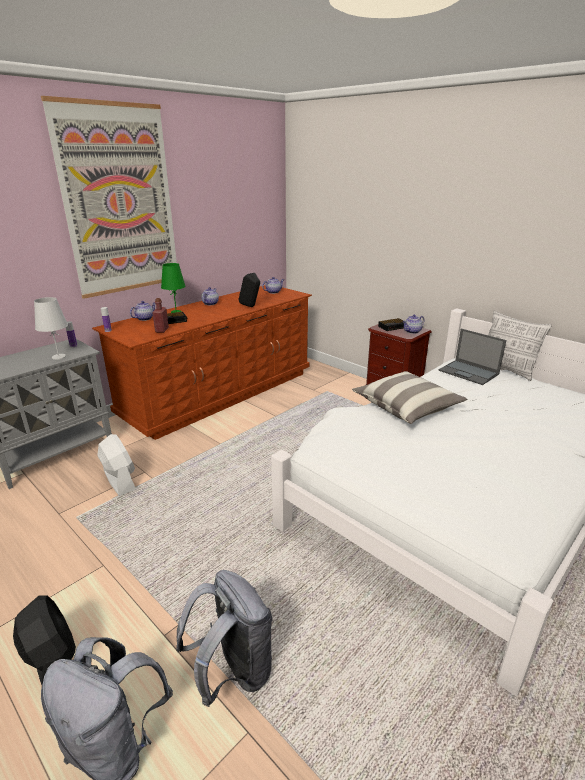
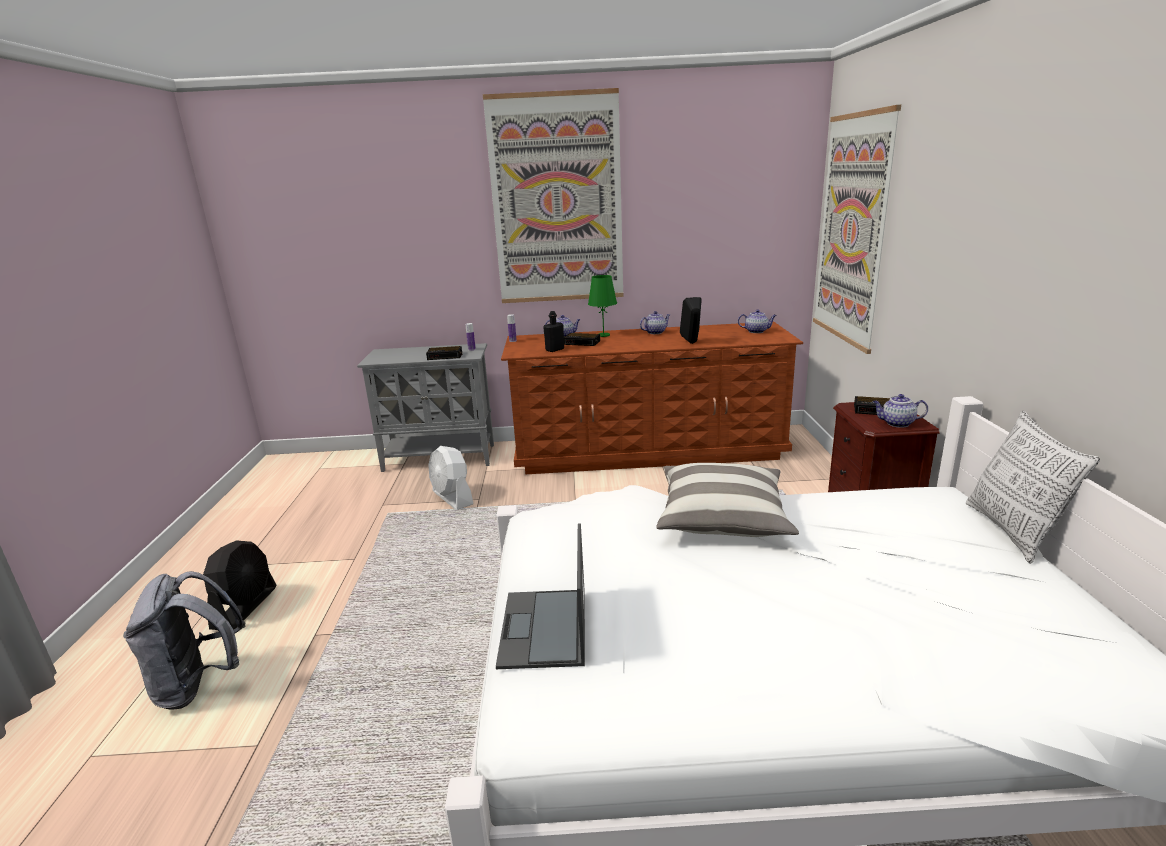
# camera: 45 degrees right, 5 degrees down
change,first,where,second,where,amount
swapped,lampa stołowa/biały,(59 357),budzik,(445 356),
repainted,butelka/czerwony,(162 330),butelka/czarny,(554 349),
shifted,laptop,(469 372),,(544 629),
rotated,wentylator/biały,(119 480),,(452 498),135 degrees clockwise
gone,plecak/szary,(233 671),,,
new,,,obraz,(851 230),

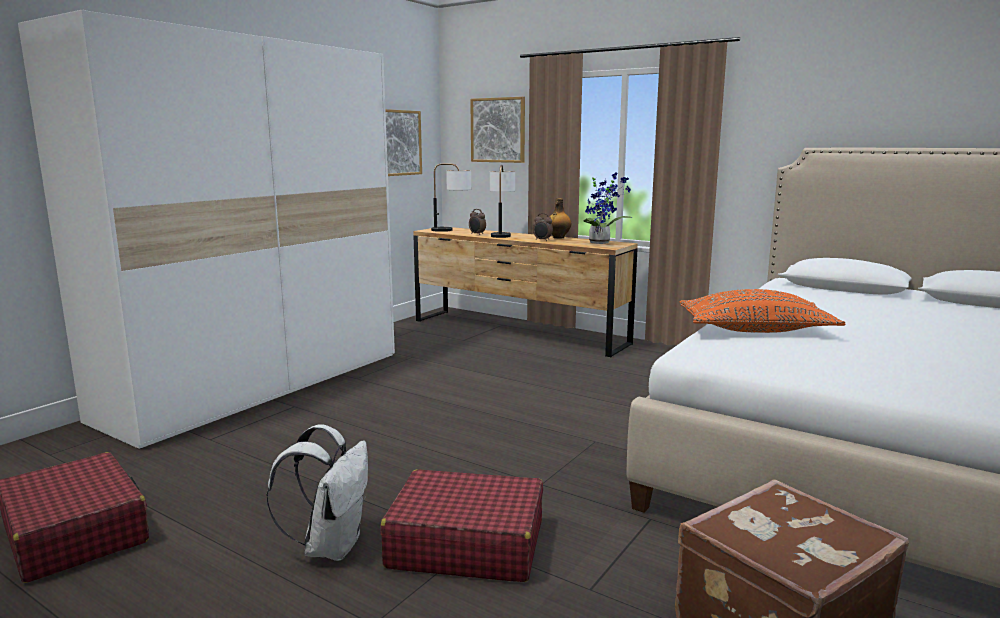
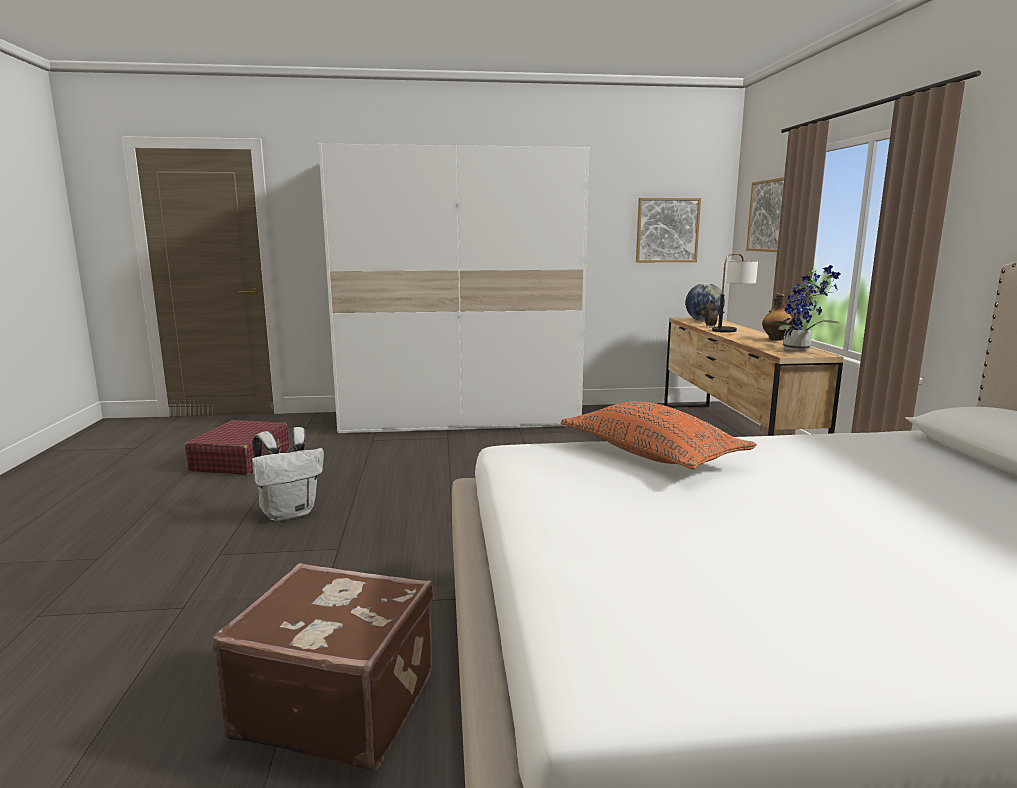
# camera: 50 degrees right, 0 degrees up
change,first,where,second,where,amount
swapped,lampa stołowa,(452 230),globus,(703 321),
gone,budzik,(542 240),,,
gone,walizka/czerwony,(466 544),,,

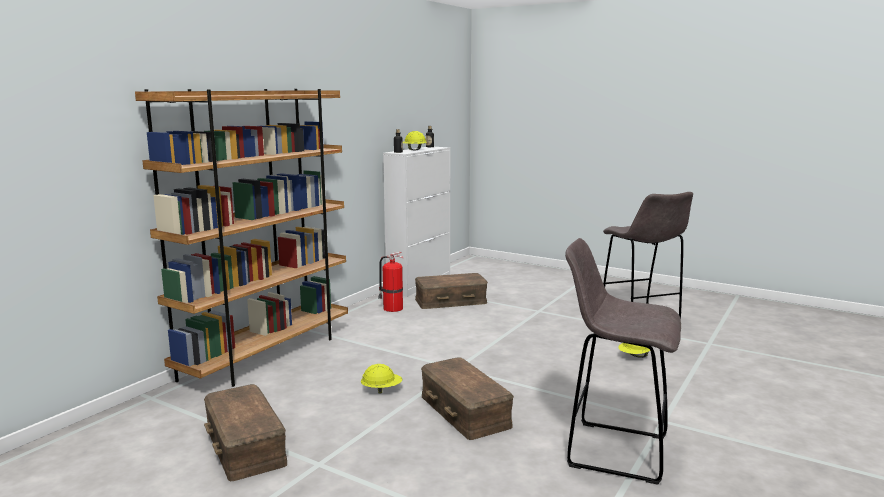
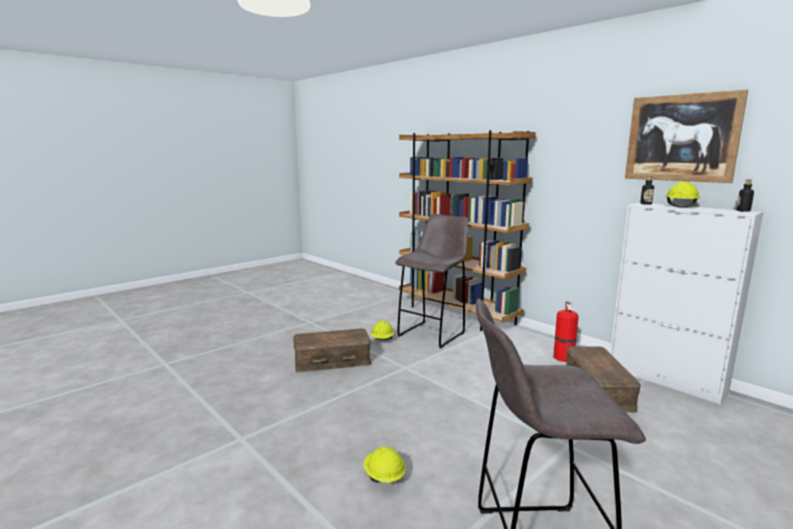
# camera: 105 degrees right, 0 degrees up
change,first,where,second,where,amount
shifted,stołek/szary,(613 450),,(432 334),
gone,pojemnik do przechowywania/brązowy,(244 446),,,
new,,,obraz,(681 138),

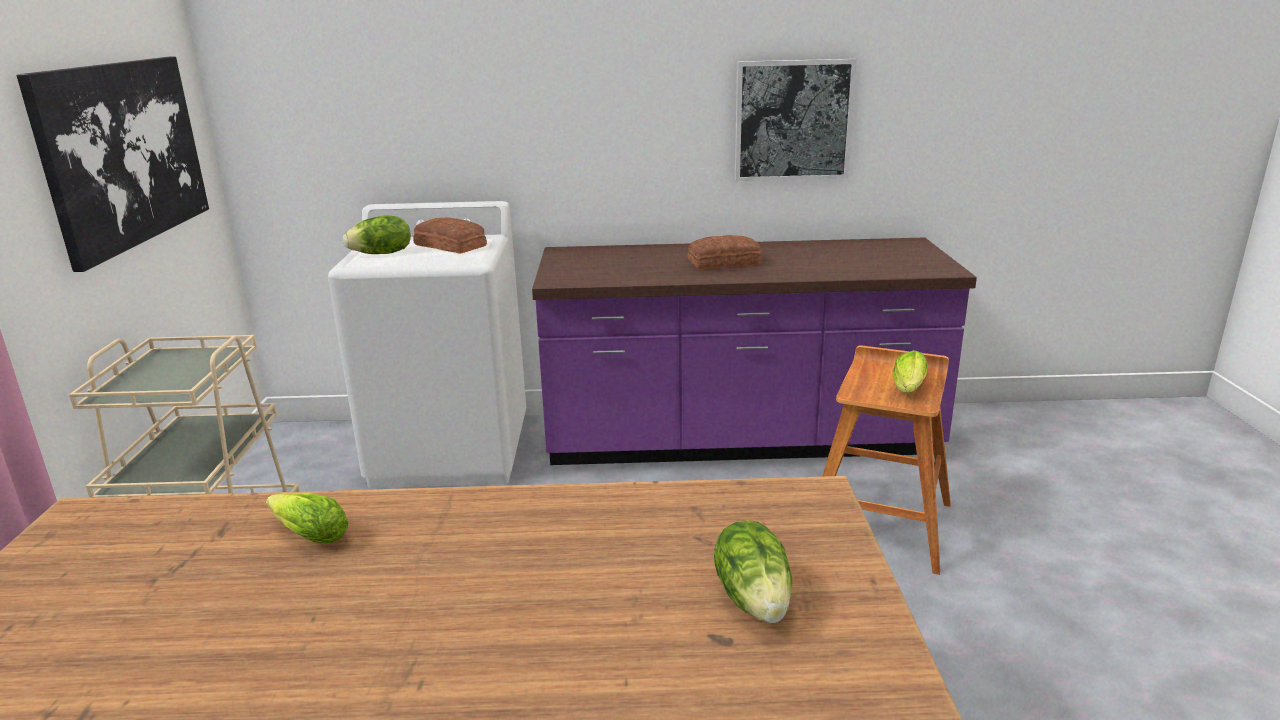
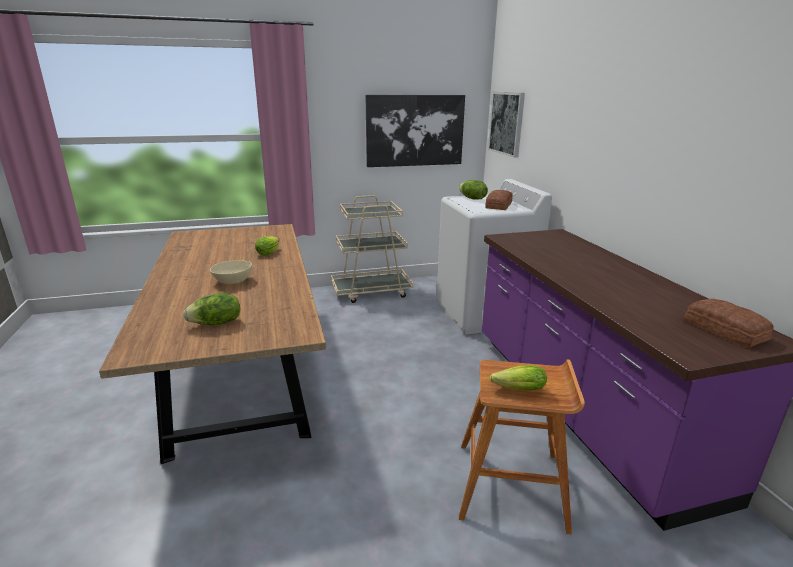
# camera: 75 degrees right, 0 degrees up
change,first,where,second,where,amount
shifted,obraz,(793 120),,(507 123),
shifted,chleb,(725 263),,(725 330),
new,,,miska/beżowy,(232 281),

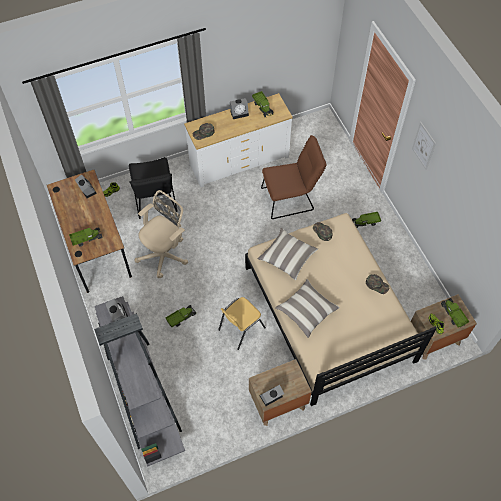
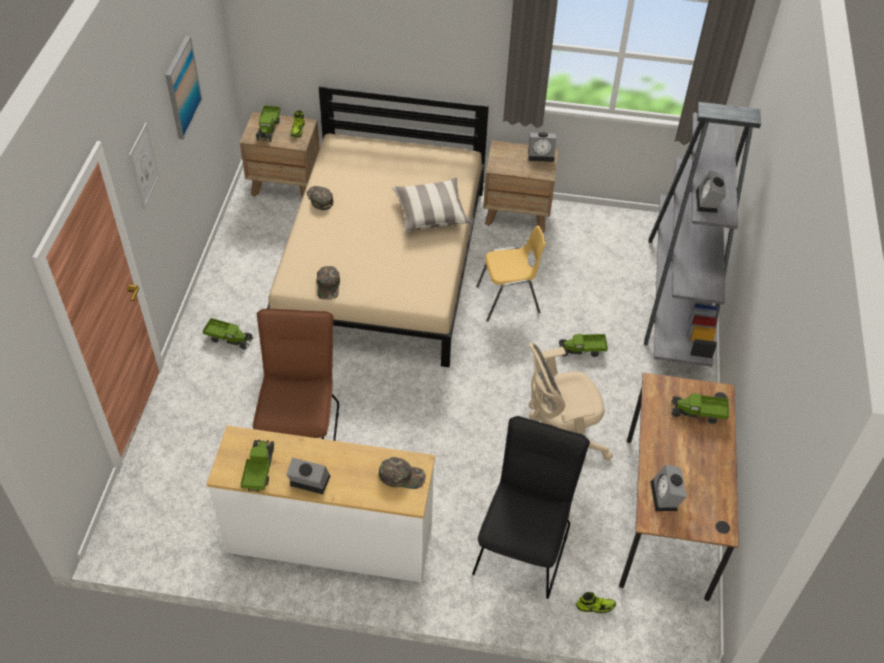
# camera: 150 degrees left, 10 degrees down
change,first,where,second,where,amount
rotated,krzesło/brązowy,(291 198),,(301 428),75 degrees clockwise
gone,poduszka,(287 257),,,
new,,,obraz,(182 87),

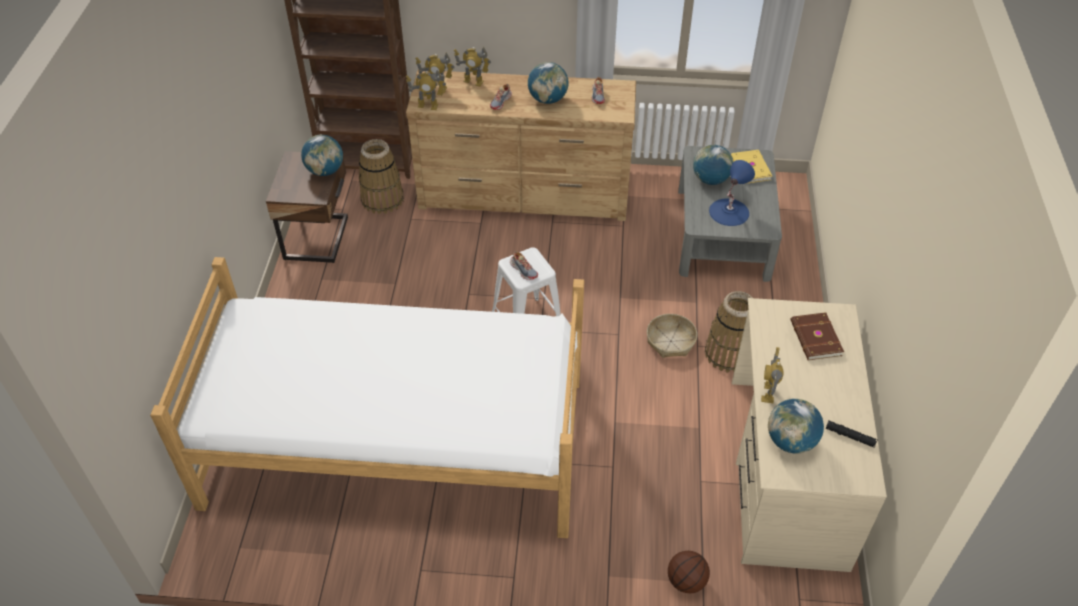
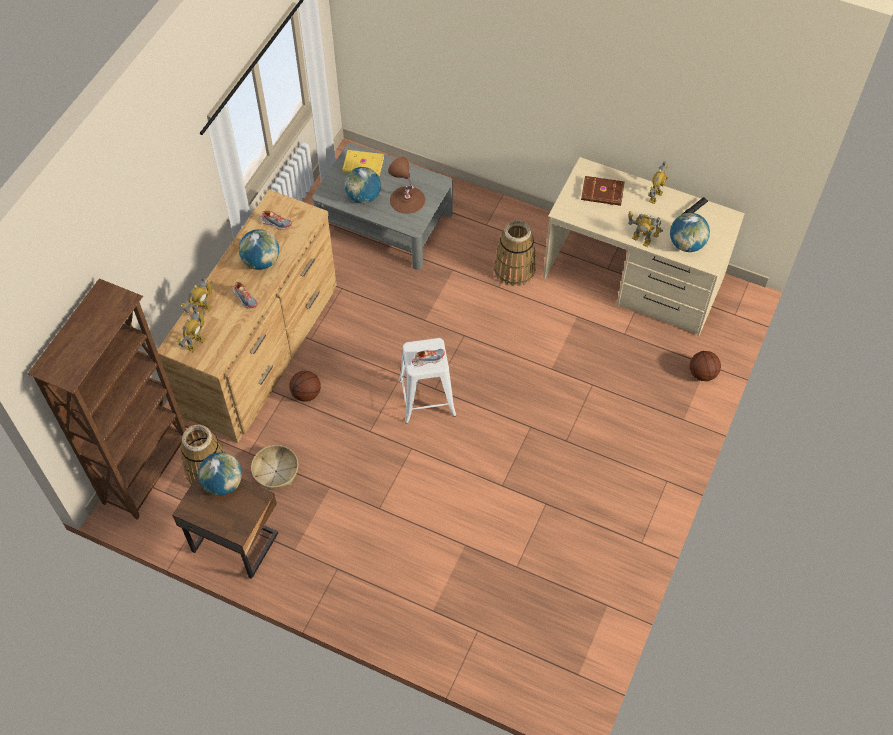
# camera: 70 degrees left, 10 degrees up
change,first,where,second,where,amount
shifted,robot zabawkowy,(428 106),,(655 196),
repainted,lampa stołowa/niebieski,(729 212),lampa stołowa/brązowy,(407 199),
gone,łóżko,(396 441),,,
shifted,koszyk,(670 341),,(276 471),
new,,,piłka do koszykówki,(306 393),

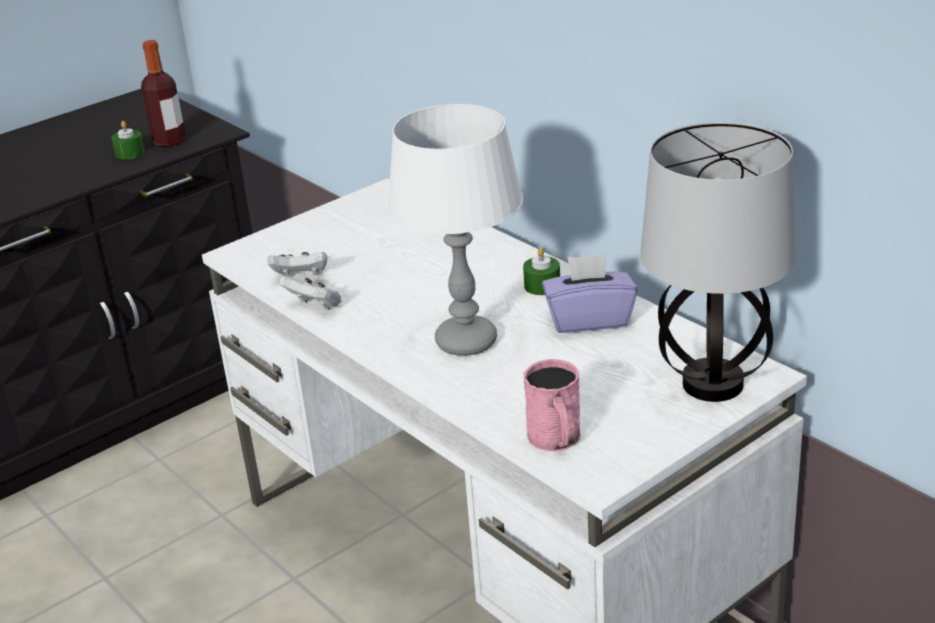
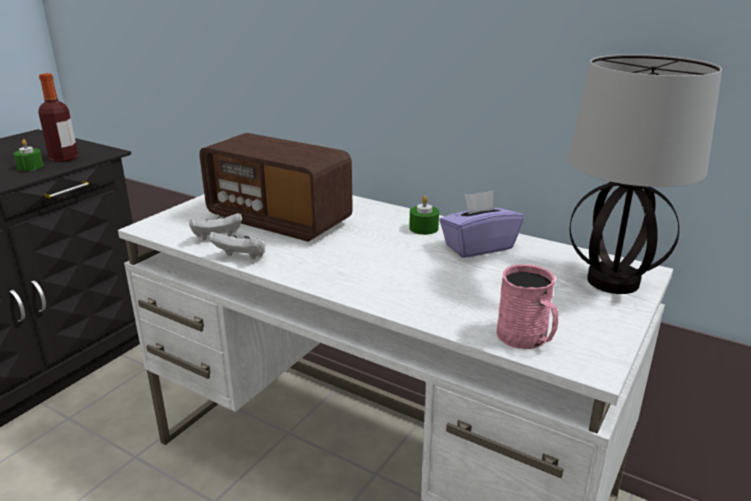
# camera: 20 degrees left, 5 degrees down
change,first,where,second,where,amount
gone,lampa stołowa/biały,(465 341),,,
new,,,radio,(279 220),

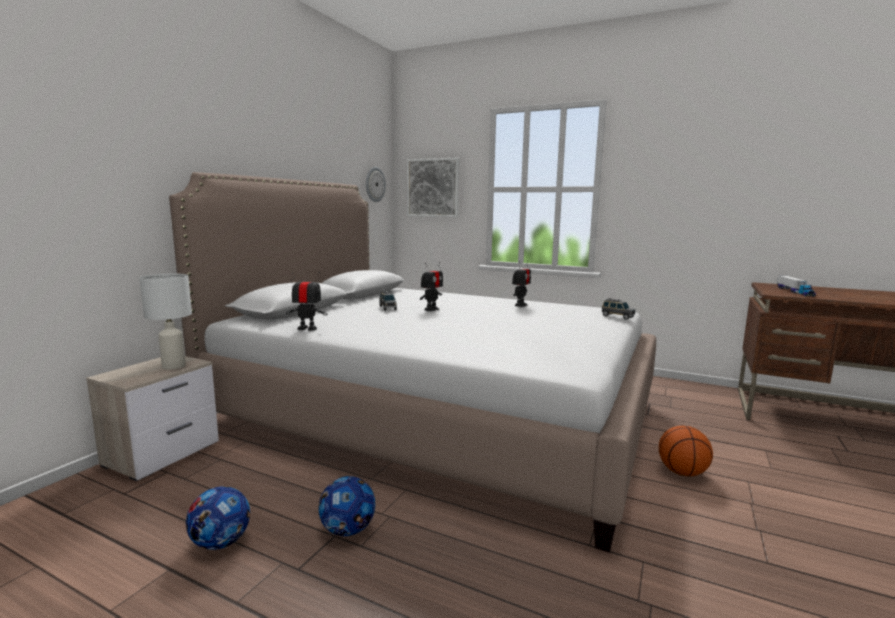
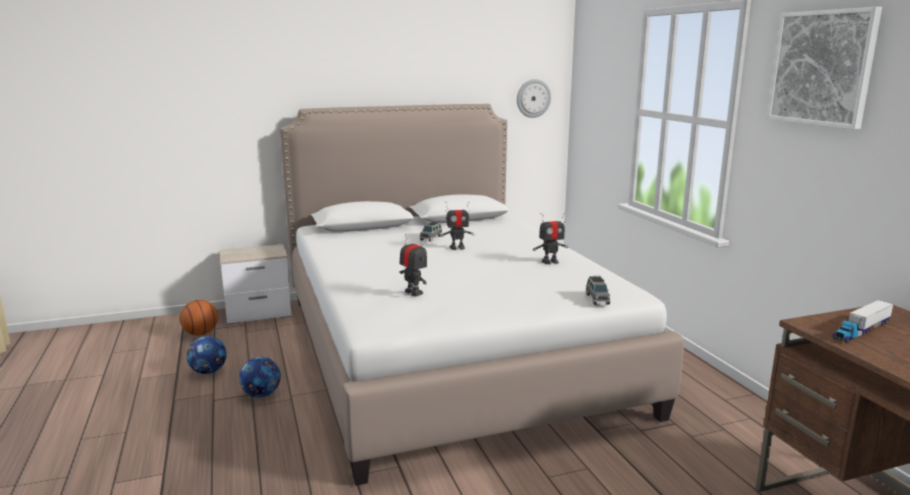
# camera: 45 degrees right, 5 degrees up
change,first,where,second,where,amount
shifted,obraz,(433 188),,(822 68),
shifted,robot zabawkowy,(307 329),,(413 292),
gone,lampa stołowa/biały,(174 366),,,
shifted,piłka do koszykówki,(682 473),,(200 334),

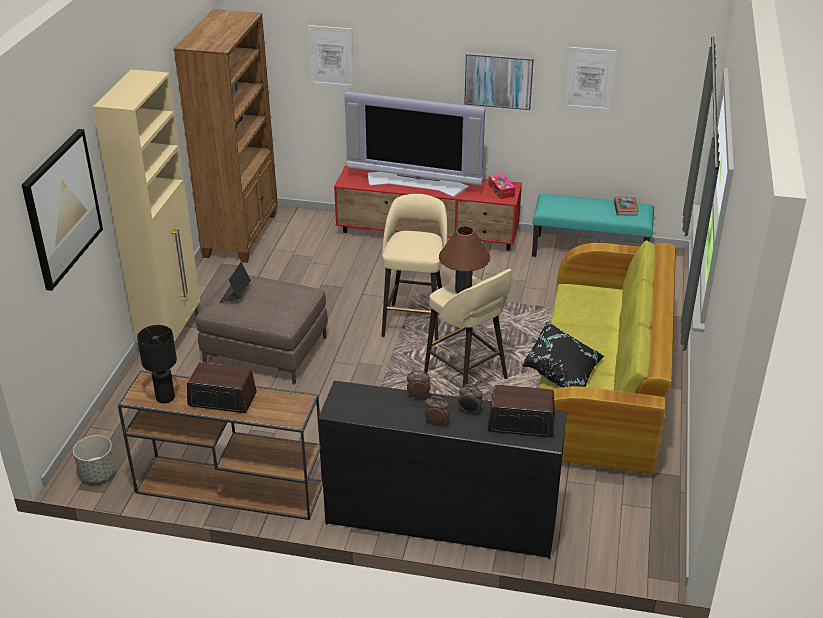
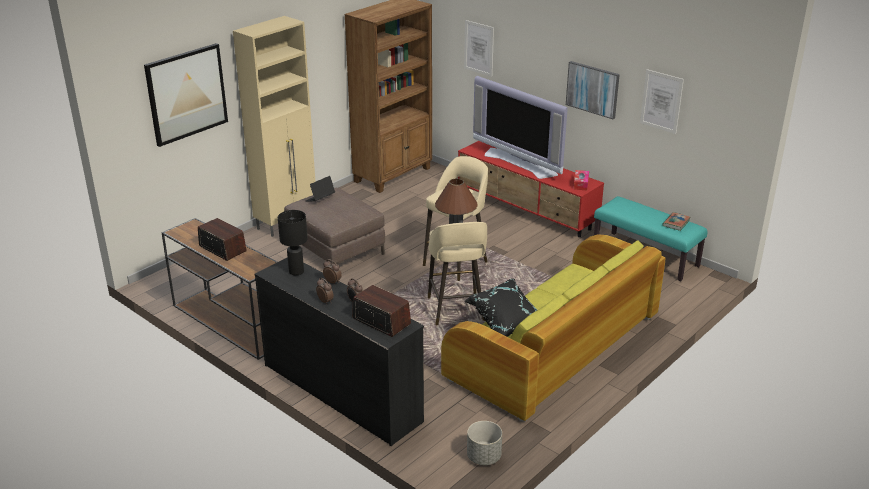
# camera: 30 degrees right, 5 degrees down
change,first,where,second,where,amount
shifted,lampa stołowa/czarny,(165 397),,(296 271),
shifted,donica/szary,(98 474),,(484 457),

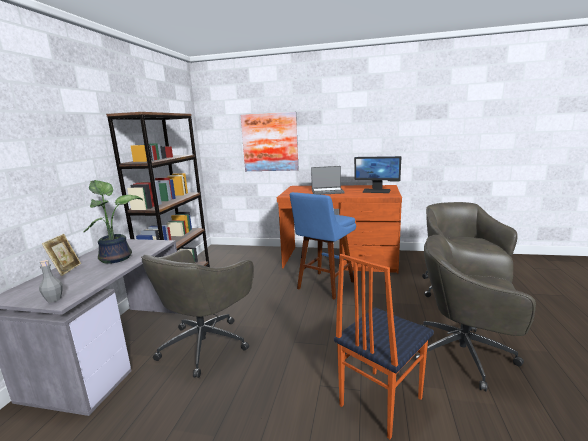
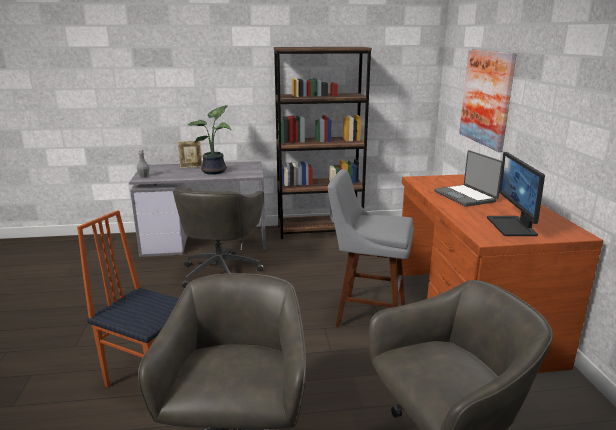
# camera: 70 degrees right, 5 degrees up
change,first,where,second,where,amount
repainted,stołek/niebieski,(324 286),stołek/szary,(367 314),
rotated,krzesło biurowe/szary,(206 343),,(221 272),90 degrees counterclockwise

